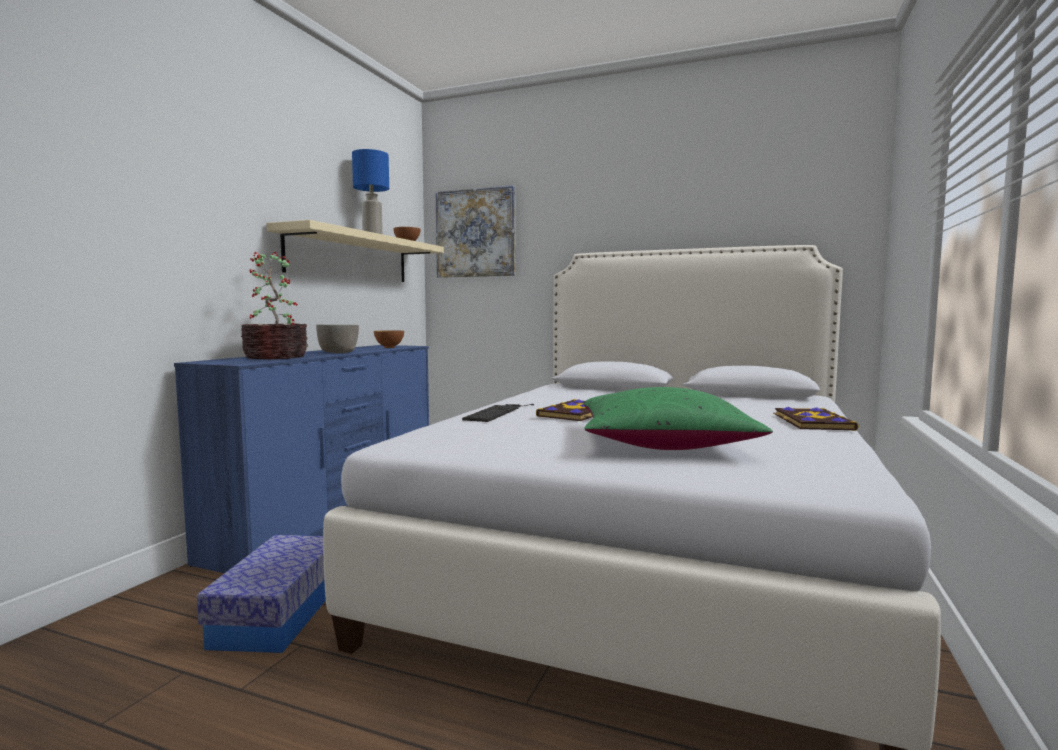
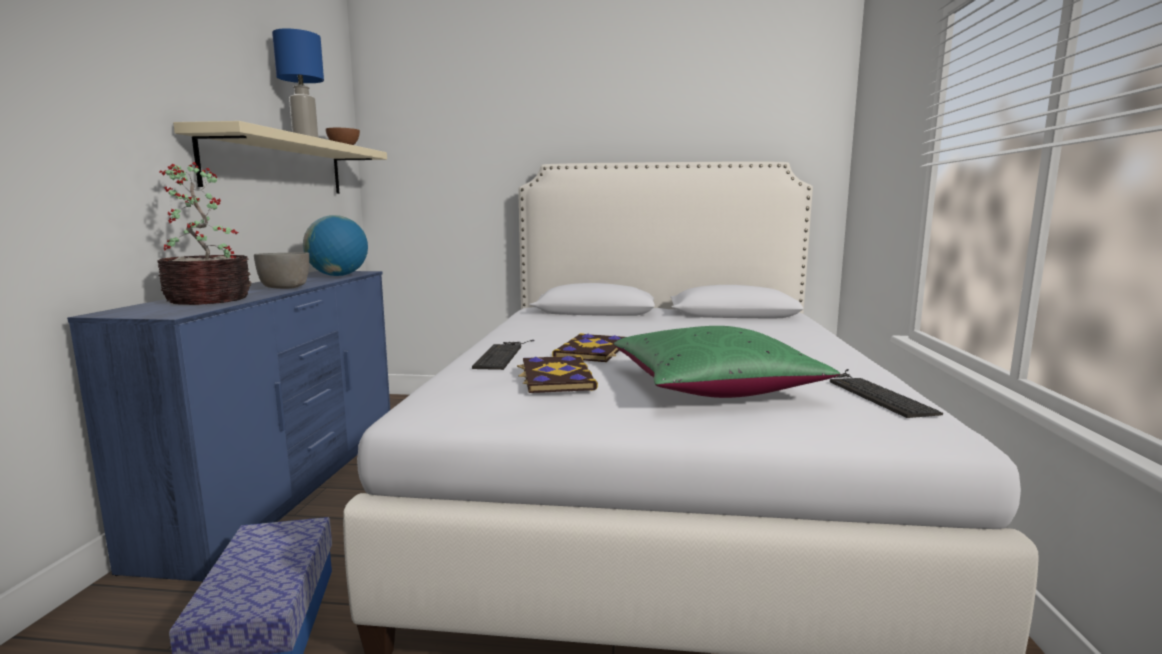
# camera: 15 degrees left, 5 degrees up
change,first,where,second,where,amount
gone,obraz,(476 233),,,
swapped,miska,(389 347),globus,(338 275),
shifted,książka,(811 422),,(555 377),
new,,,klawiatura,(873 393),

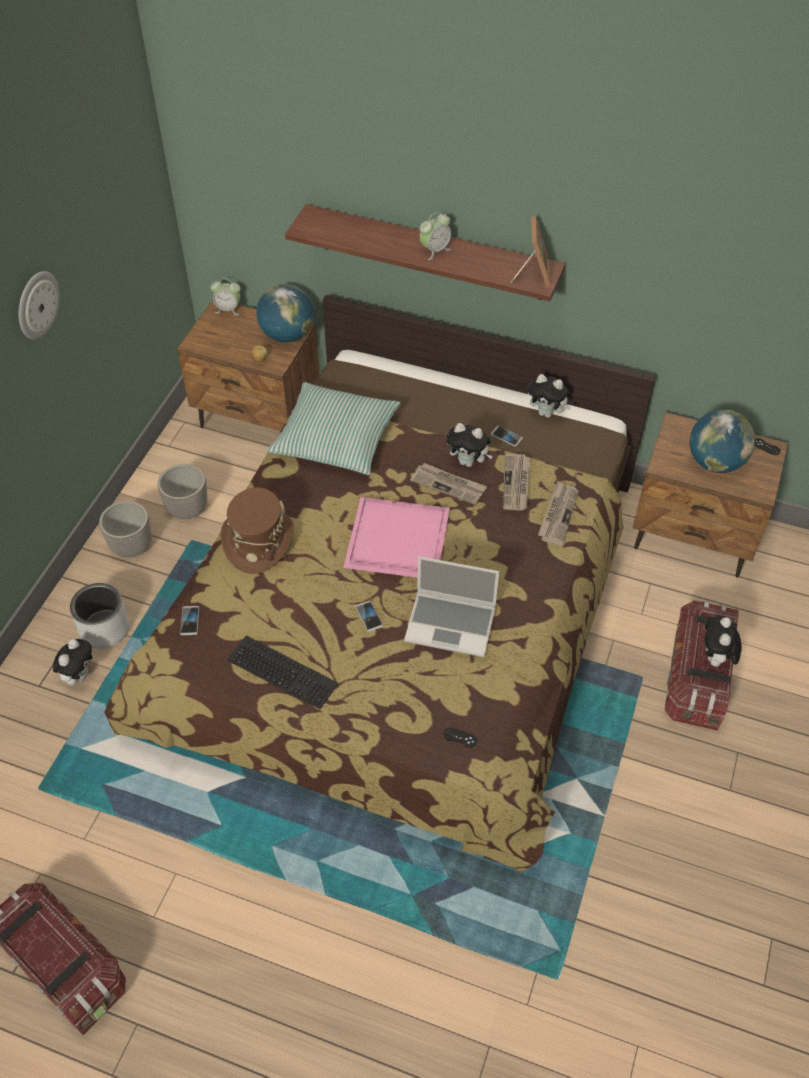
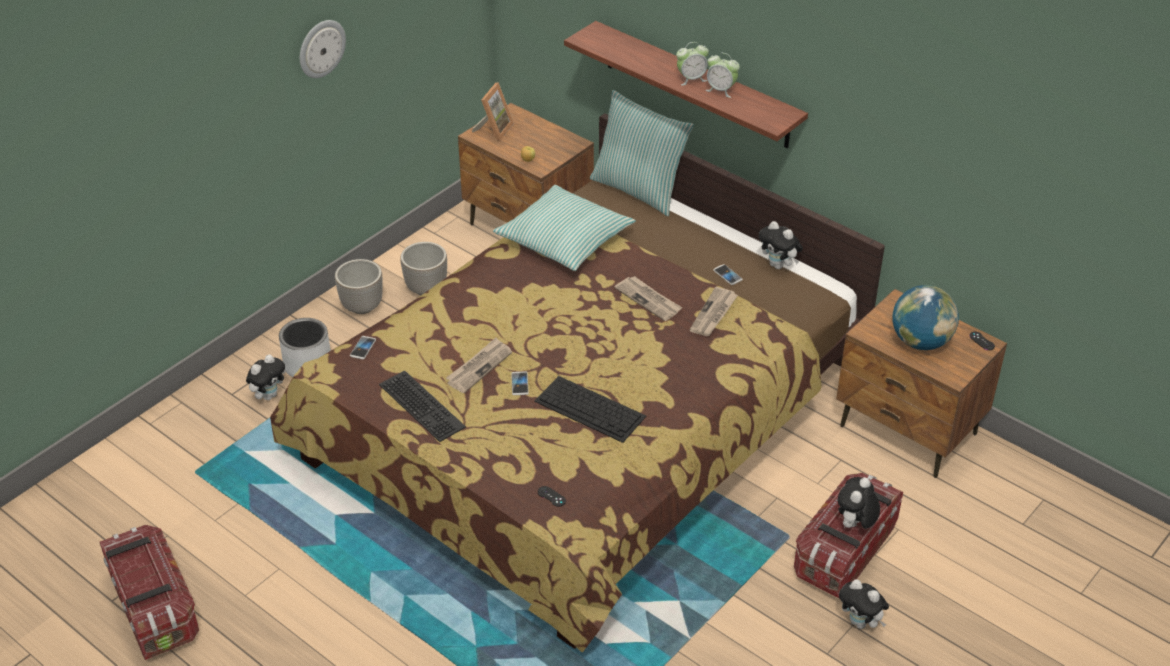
# camera: 20 degrees right, 10 degrees down
change,first,where,second,where,amount
shifted,ramka na zdjęcie,(532 274),,(494 130),
shifted,budzik,(228 309),,(721 90),
gone,globus,(287 335),,,
shifted,pluszak,(468 462),,(861 623),
shifted,gazeta,(558 514),,(479 367),
gone,kapelusz/brązowy,(258 541),,,
gone,taca/różowy,(396 538),,,
swapped,laptop,(451 624),klawiatura,(591 409),
new,,,poduszka,(639 190),

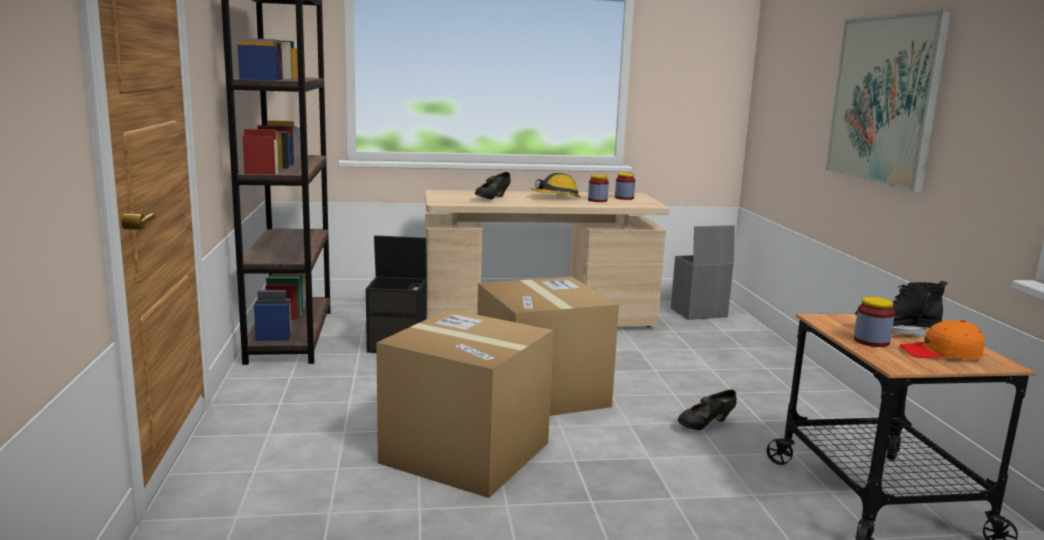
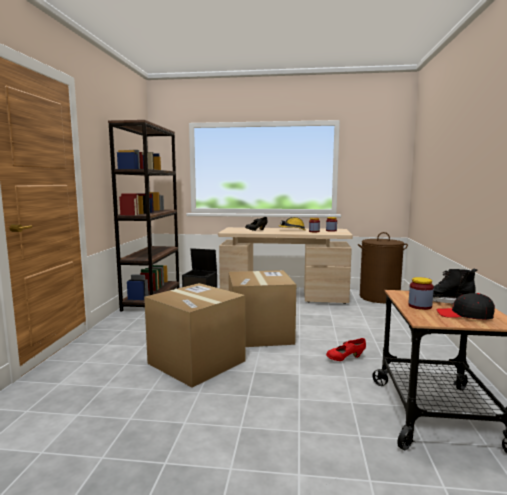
# camera: 15 degrees right, 5 degrees down
change,first,where,second,where,amount
gone,obraz,(884 99),,,
swapped,pojemnik do przechowywania/szary,(698 313),kosz na pranie/brązowy,(379 297),
repainted,czapka z daszkiem/pomarańczowy,(941 353),czapka z daszkiem/czarny,(465 315),
repainted,but/czarny,(705 425),but/czerwony,(345 359),

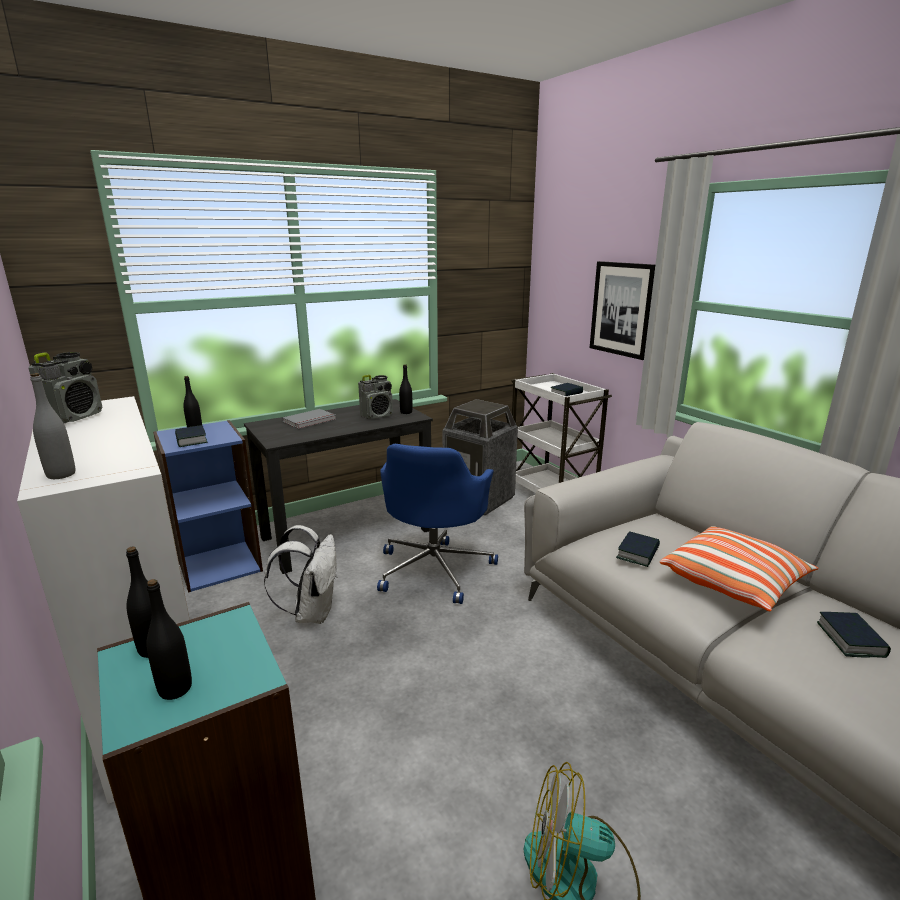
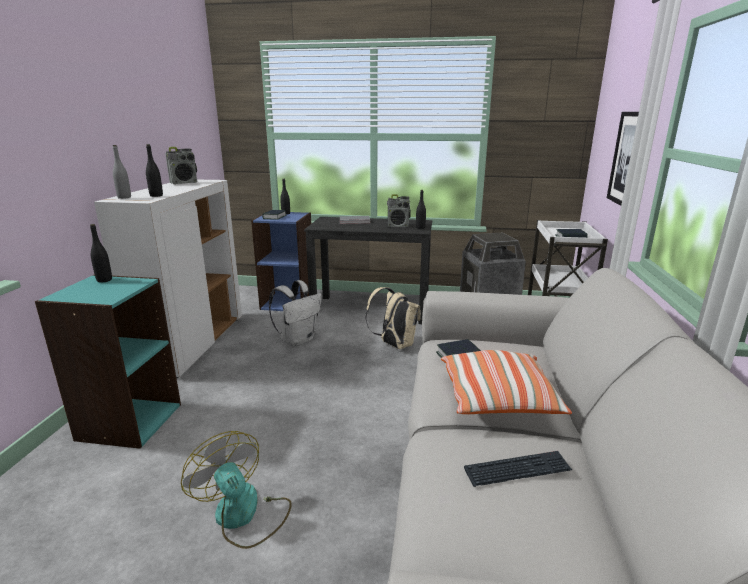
# camera: 40 degrees right, 0 degrees up
change,first,where,second,where,amount
swapped,krzesło biurowe/niebieski,(435 568),plecak/beżowy,(394 345),
shifted,butelka/czarny,(175 689),,(156 195),
swapped,książka,(850 639),klawiatura,(517 470),

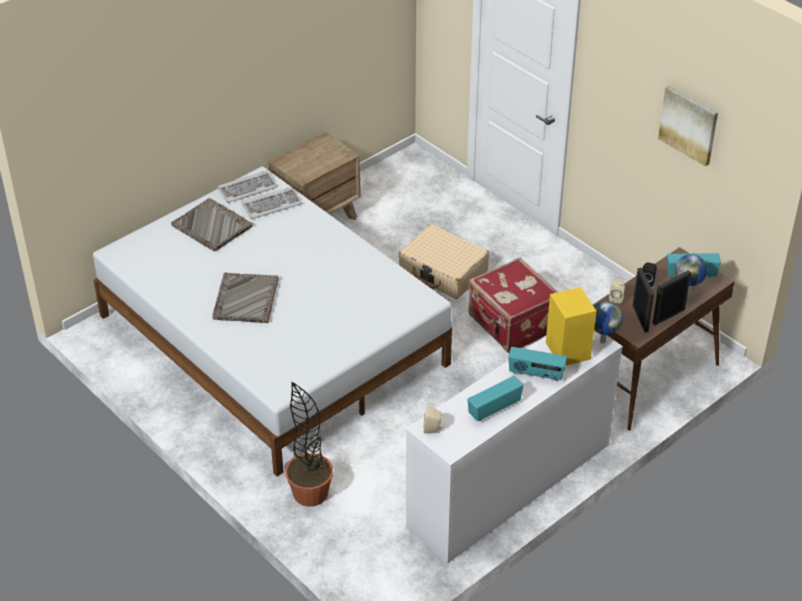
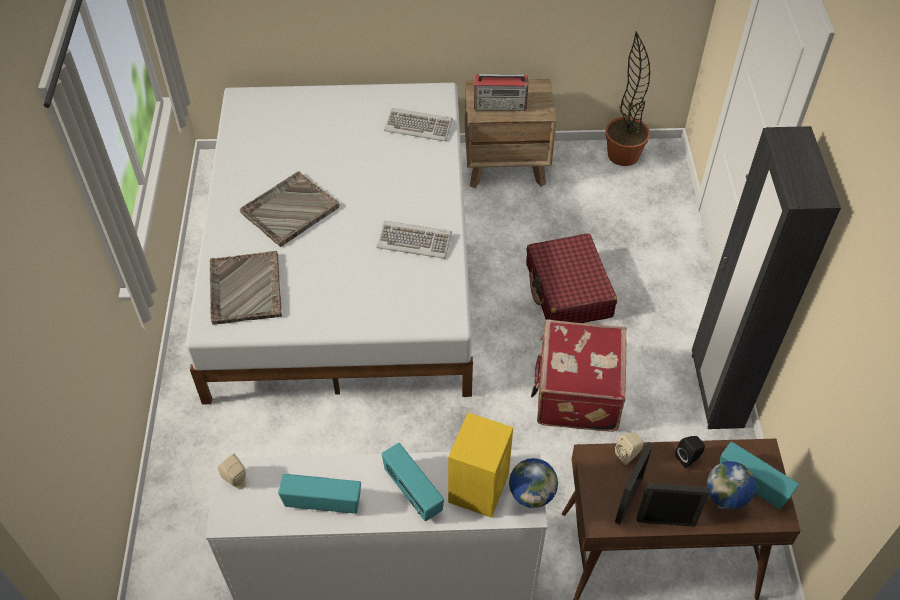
# camera: 40 degrees right, 10 degrees up
change,first,where,second,where,amount
gone,obraz,(689 125),,,
shifted,klawiatura,(247 188),,(414 241),
shifted,taca/szary,(212 226),,(245 289),
repainted,walizka/beżowy,(443 271),walizka/czerwony,(568 291),
shifted,roślina doniczkowa,(310 493),,(623 155),
new,,,radio,(500 104),
new,,,szafa/czarny,(715 390),

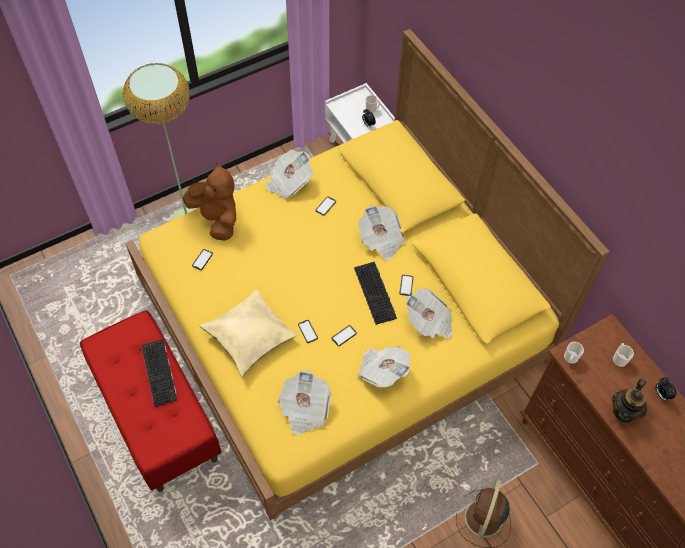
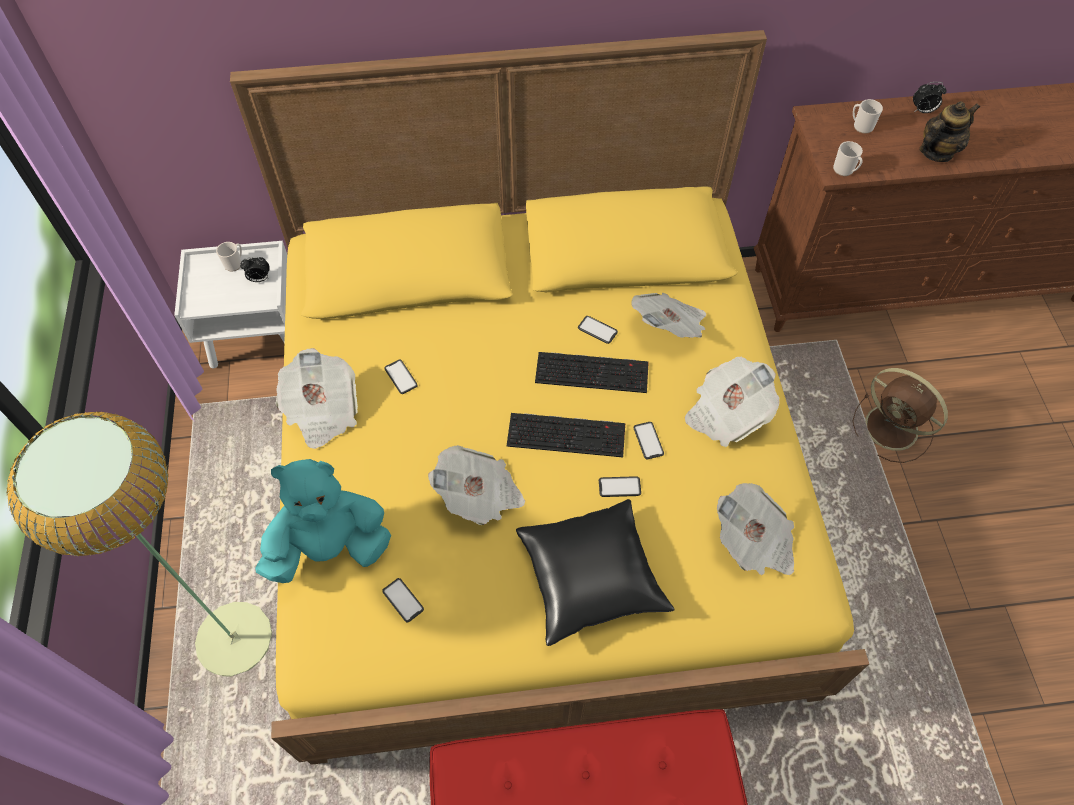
# camera: 65 degrees left, 0 degrees up
change,first,where,second,where,amount
repainted,pluszak/brązowy,(217 219),pluszak/turkusowy,(330 547),
shifted,gazeta,(381 240),,(479 496),
repainted,poduszka/beżowy,(250 336),poduszka/czarny,(591 576),
shifted,klawiatura,(160 373),,(567 434),
rotated,imbryk,(624 411),,(936 152),90 degrees counterclockwise

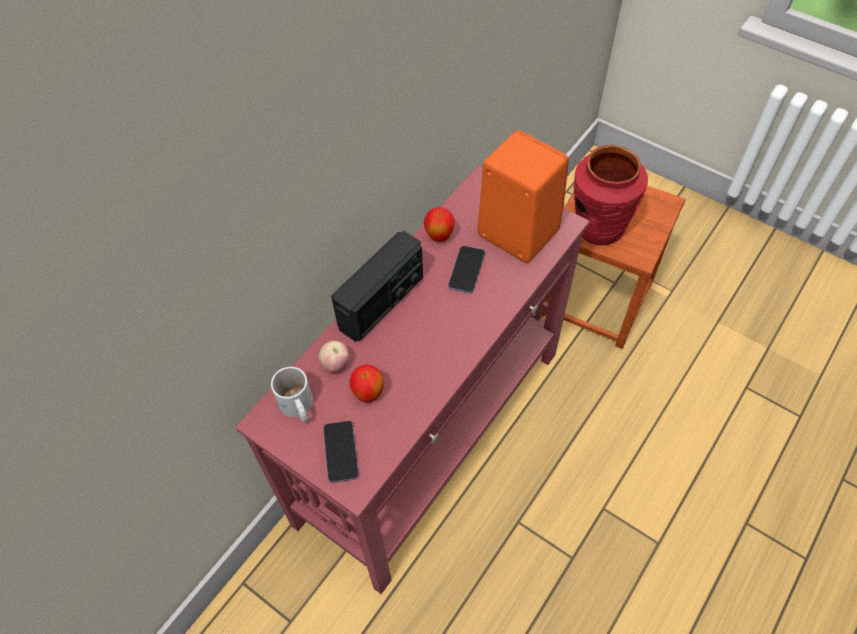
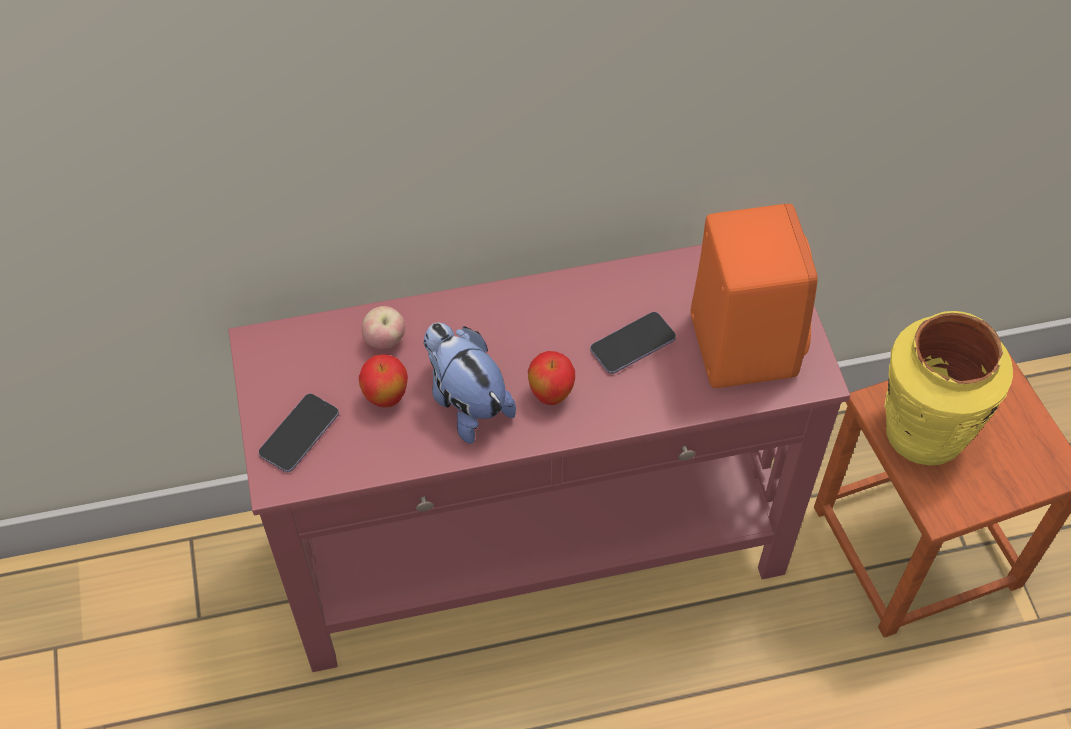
# camera: 40 degrees right, 0 degrees up
change,first,where,second,where,amount
repainted,wazon/czerwony,(598 228),wazon/żółty,(923 432),
shifted,jabłko,(439 237),,(551 395),
gone,radio,(382 302),,,
gone,kubek/biały,(297 408),,,
new,,,pluszak,(466 402),

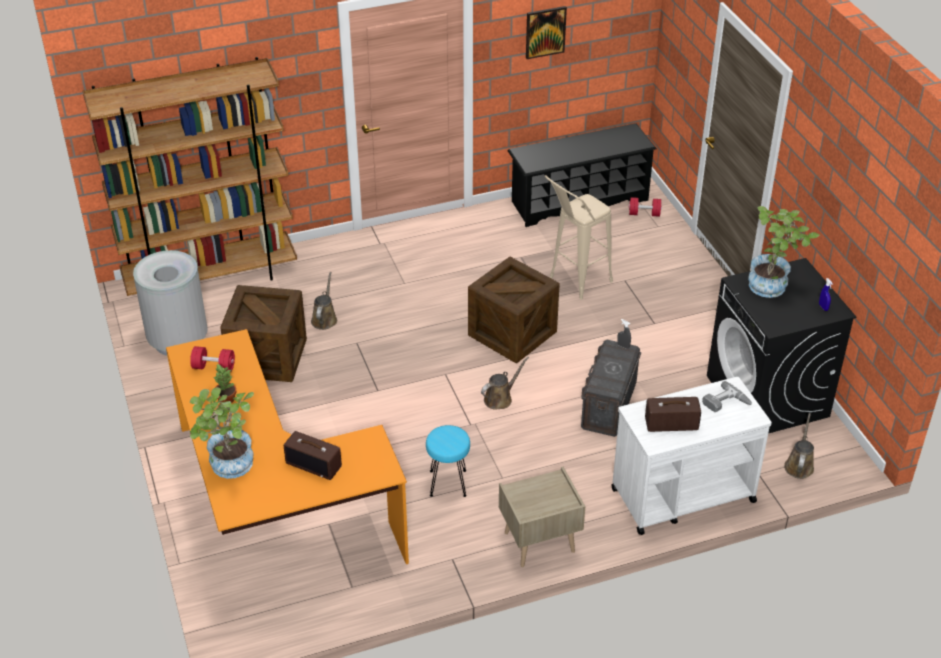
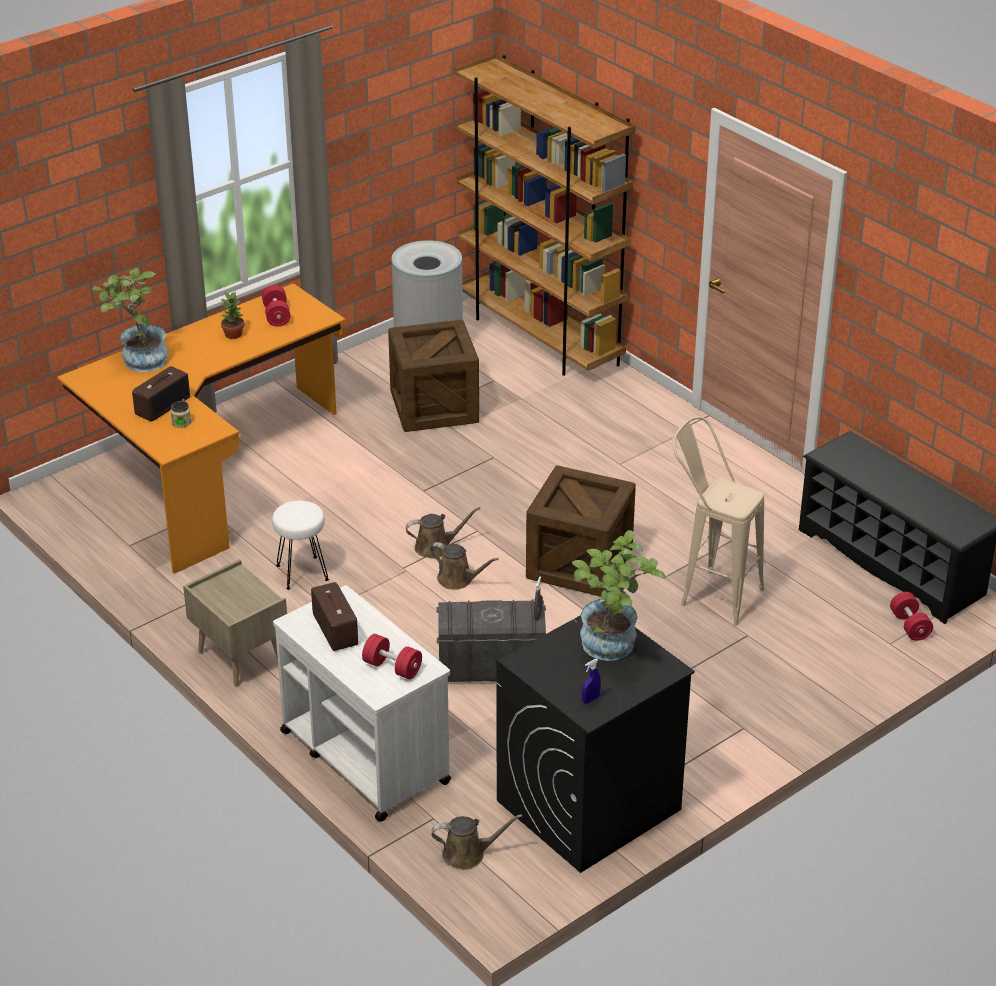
# camera: 70 degrees right, 5 degrees down
change,first,where,second,where,amount
gone,obraz,(545 32),,,
shifted,konewka/brązowy,(324 319),,(436 547),
swapped,wiertarka,(726 403),hantel/czerwony,(392 667),
repainted,stołek/turkusowy,(448 483),stołek/biały,(302 573),
rotated,radio,(314 464),,(162 405),150 degrees counterclockwise
new,,,słoik,(181 422),

